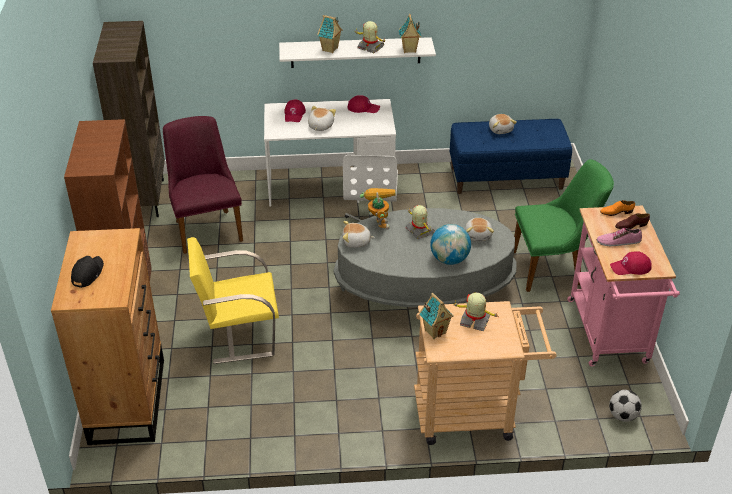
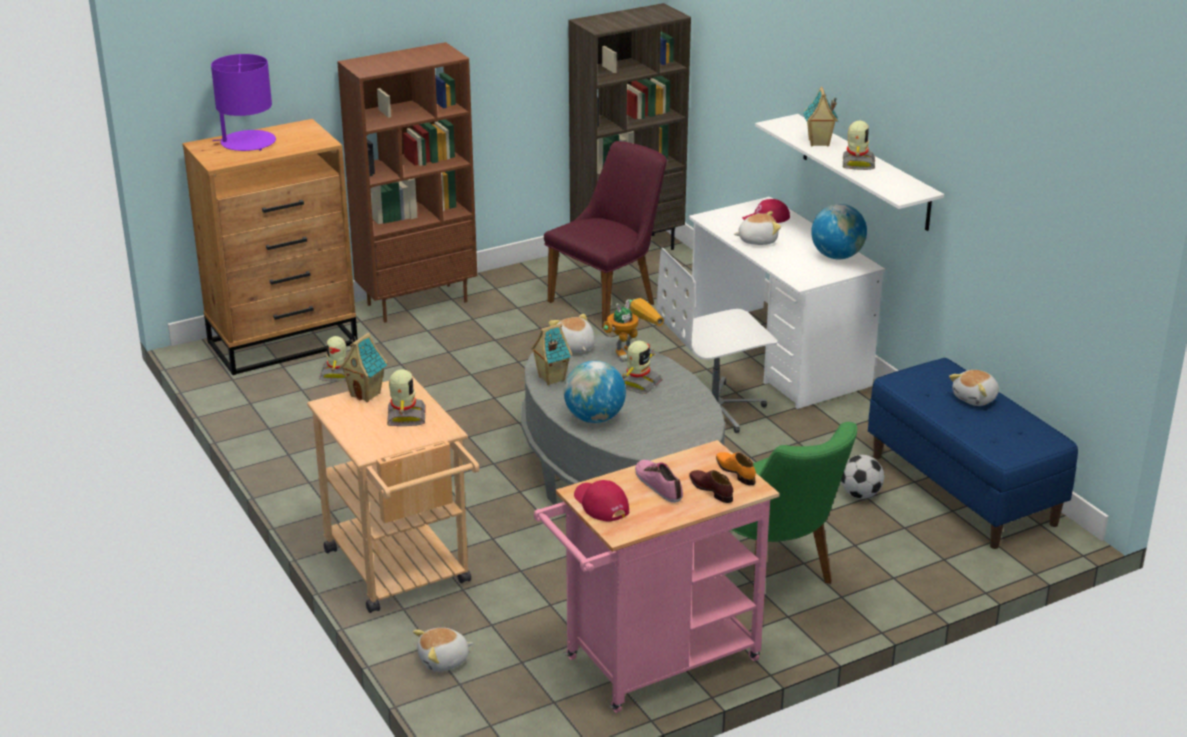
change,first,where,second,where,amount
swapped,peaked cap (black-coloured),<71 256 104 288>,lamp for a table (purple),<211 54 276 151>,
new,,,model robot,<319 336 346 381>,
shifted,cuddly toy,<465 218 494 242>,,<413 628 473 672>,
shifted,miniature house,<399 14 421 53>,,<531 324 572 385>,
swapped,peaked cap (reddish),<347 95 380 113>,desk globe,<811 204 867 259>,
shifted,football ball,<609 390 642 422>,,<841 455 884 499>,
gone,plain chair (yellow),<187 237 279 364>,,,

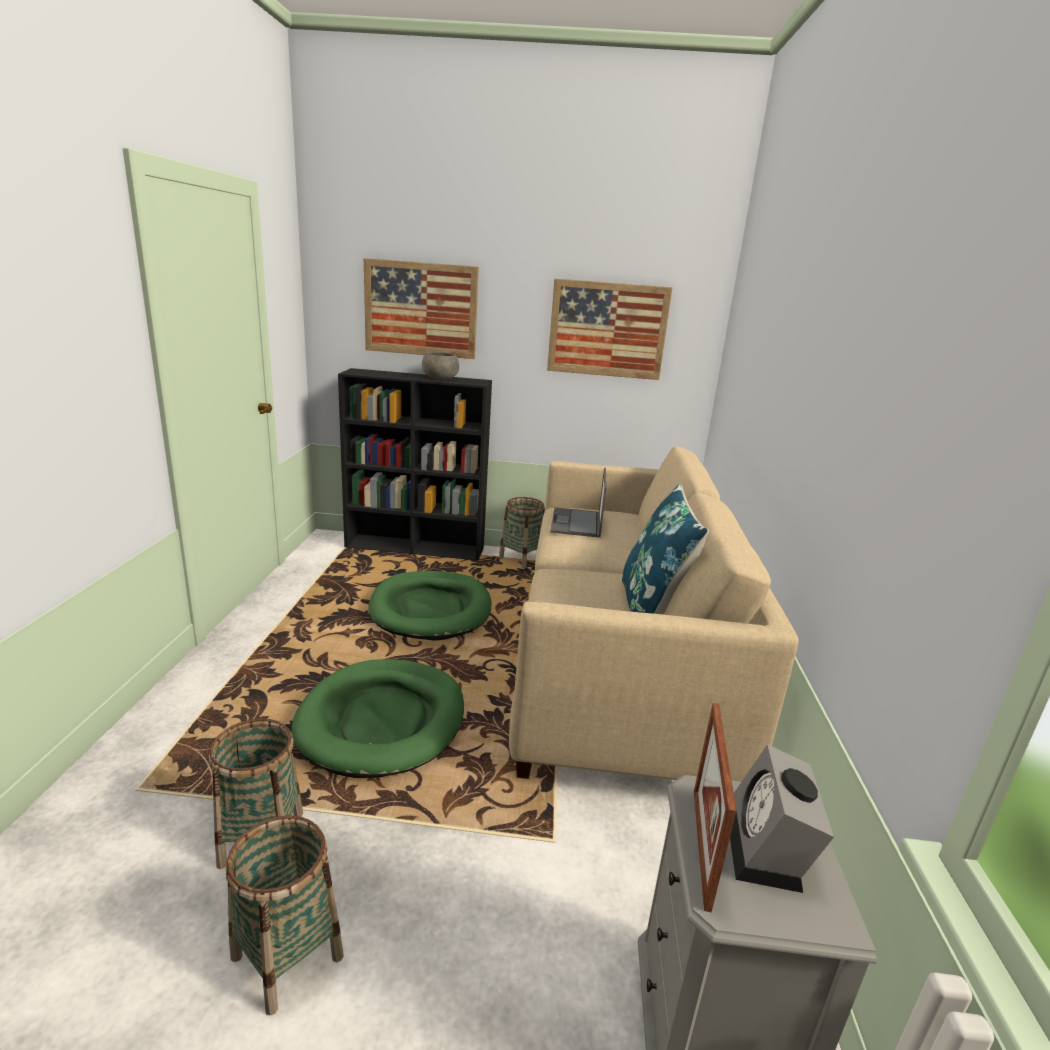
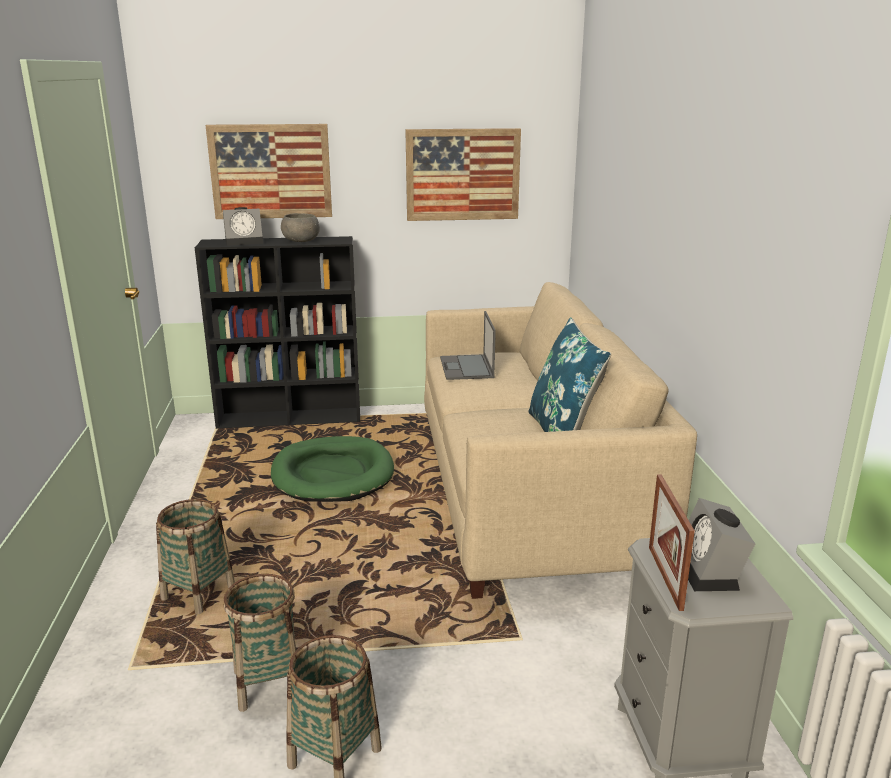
change,first,where,second,where,amount
shifted,storage basket,<499 497 545 568>,,<156 499 235 614>,
new,,,bedside clock,<223 207 263 246>,
gone,pet bed (green-coloured),<292 659 464 778>,,,

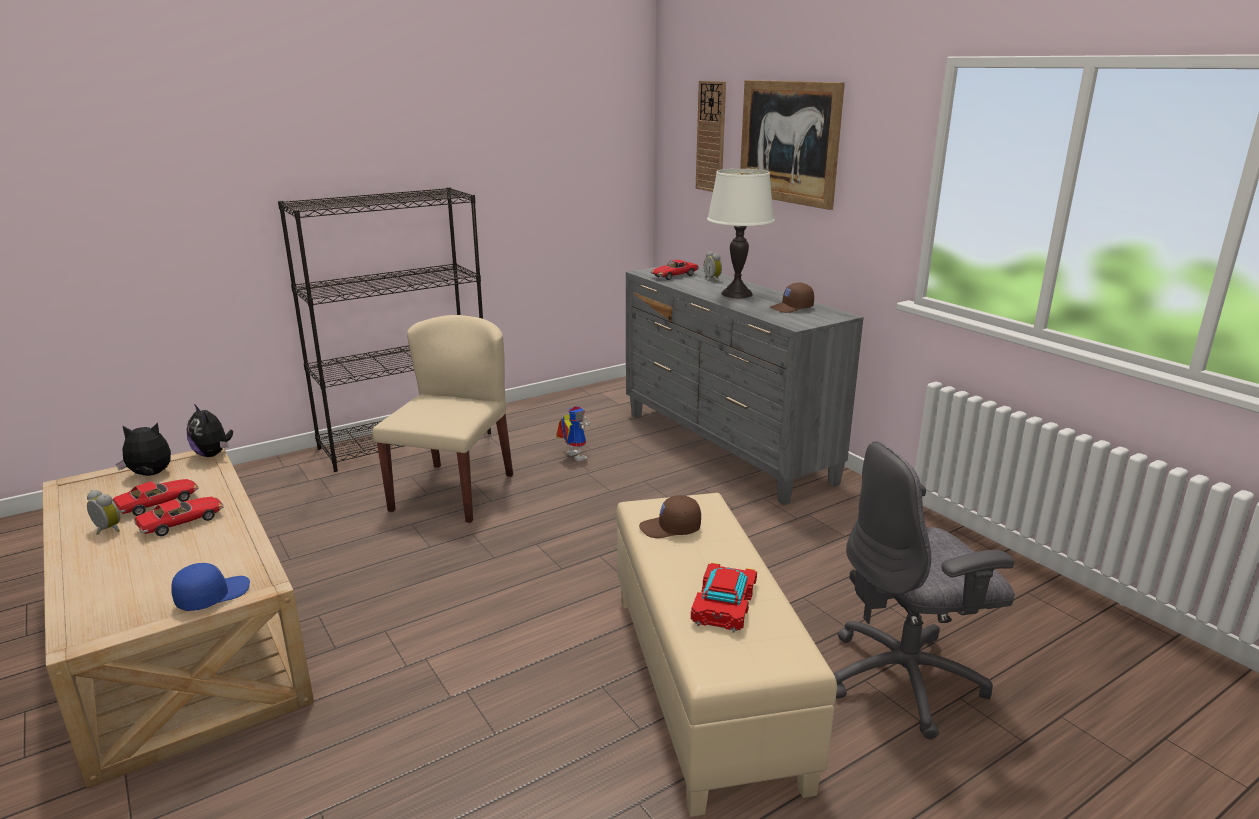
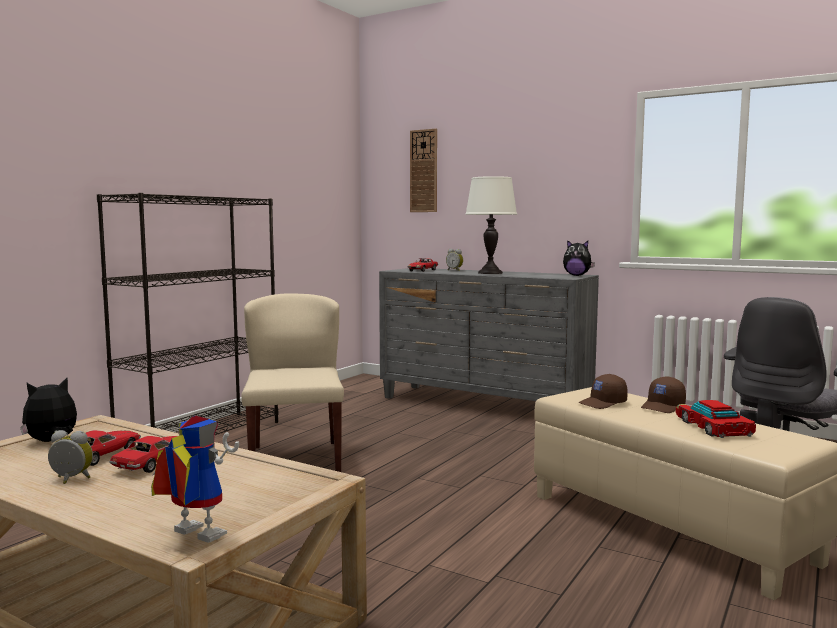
change,first,where,second,where,amount
shifted,model robot,<556 406 590 461>,,<151 416 239 543>,
shifted,cuddly toy,<187 404 233 457>,,<563 240 595 276>,
shifted,peaked cap (brown),<770 283 814 313>,,<641 376 686 413>,
gone,peaked cap (bluish),<171 563 250 611>,,,
gone,wall art,<740 80 845 210>,,,

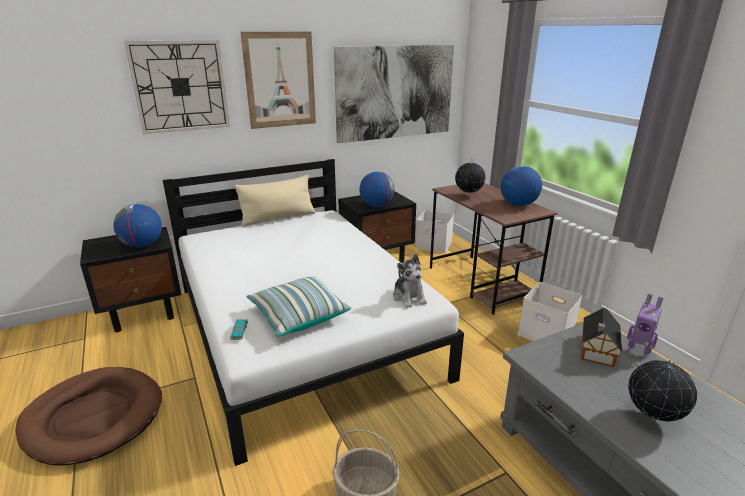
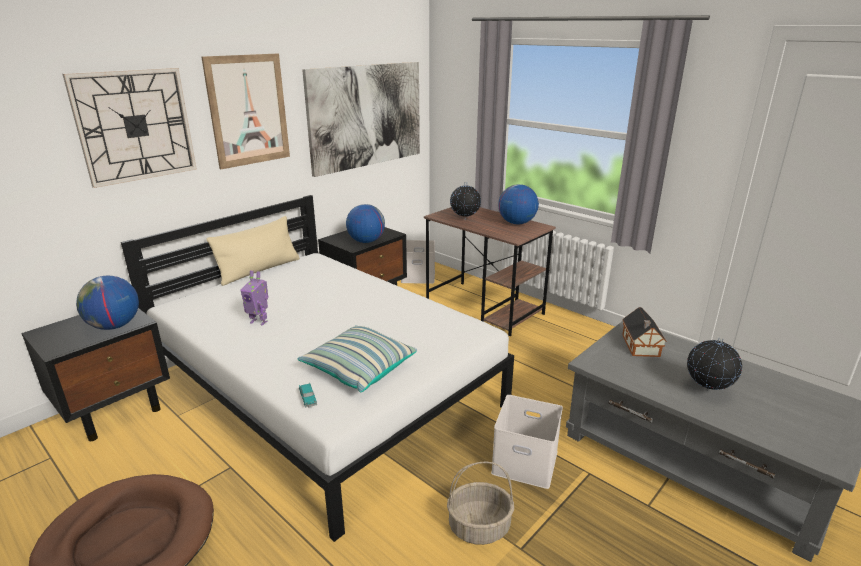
change,first,where,second,where,amount
shifted,model robot,<627 293 663 359>,,<240 270 268 326>,
shifted,storage bin (white),<518 282 582 341>,,<491 395 563 489>,
gone,cuddly toy,<393 254 427 308>,,,

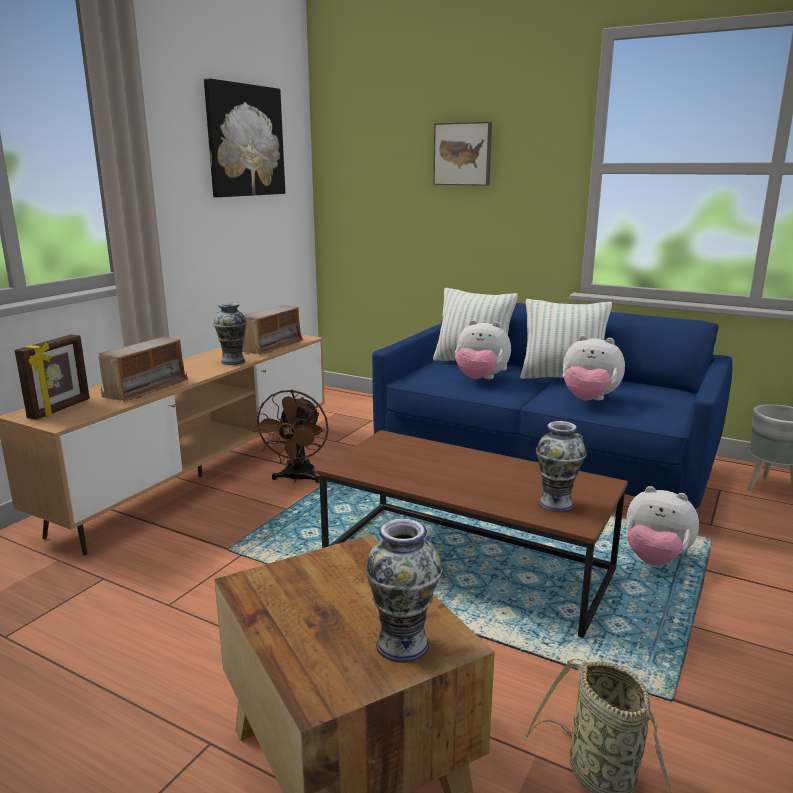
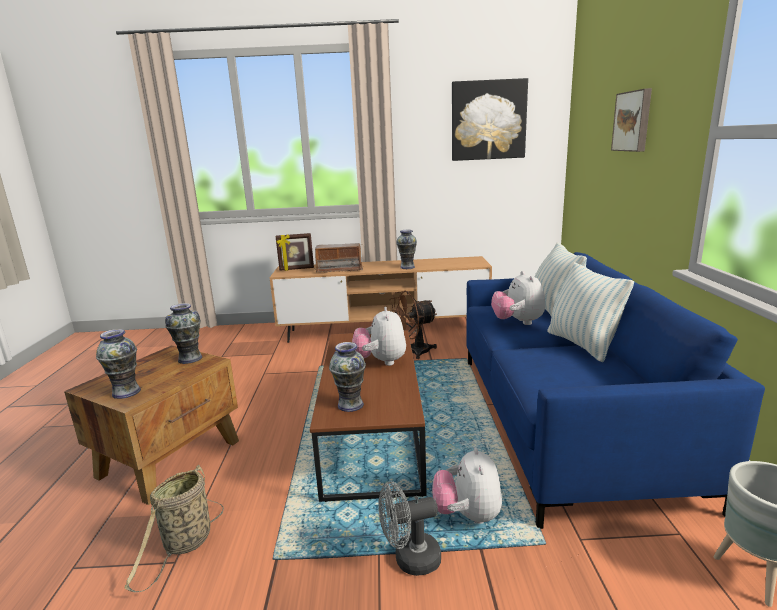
change,first,where,second,where,amount
new,,,decorative vase,<165 303 202 364>,
shifted,cuddly toy,<563 335 625 400>,,<352 307 406 366>,
new,,,fan (grey),<378 481 441 576>,
gone,radio,<242 305 303 355>,,,

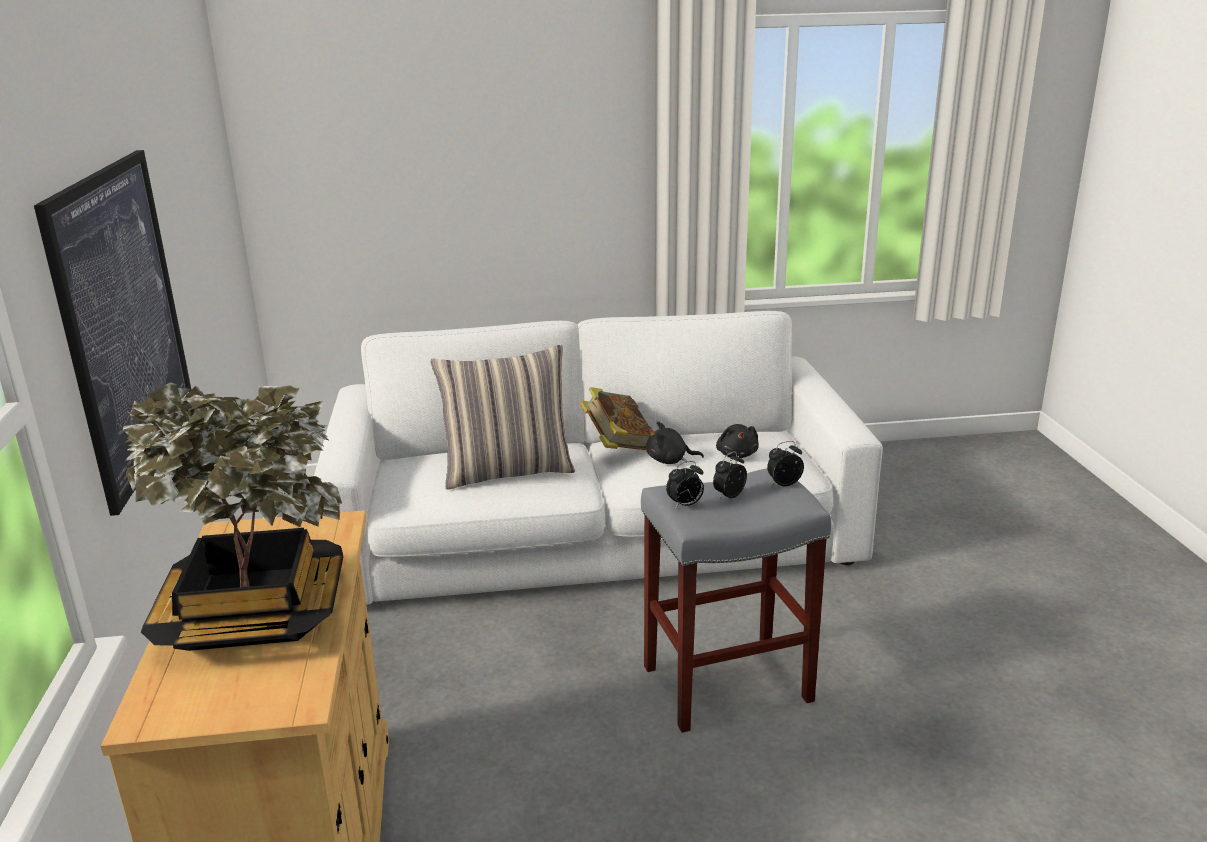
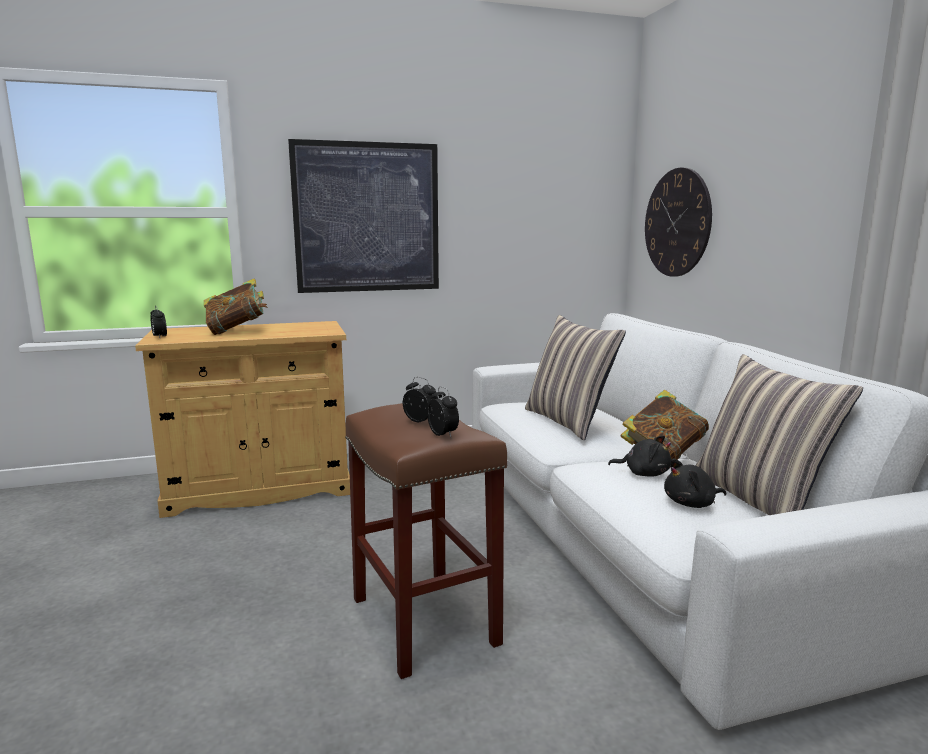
change,first,where,second,where,amount
shifted,bedside clock,<666 461 704 509>,,<150 306 167 338>,
swapped,houseplant,<116 382 343 651>,volume,<204 279 267 335>,
repainted,sitting stool (grey),<641 468 831 733>,sitting stool (brown),<345 403 507 679>,
rotated,cuddly toy (black-coloured),<646 421 704 464>,,<608 435 671 477>,120 degrees clockwise
new,,,wall clock,<645 168 712 277>,
new,,,cushion,<695 354 863 515>,

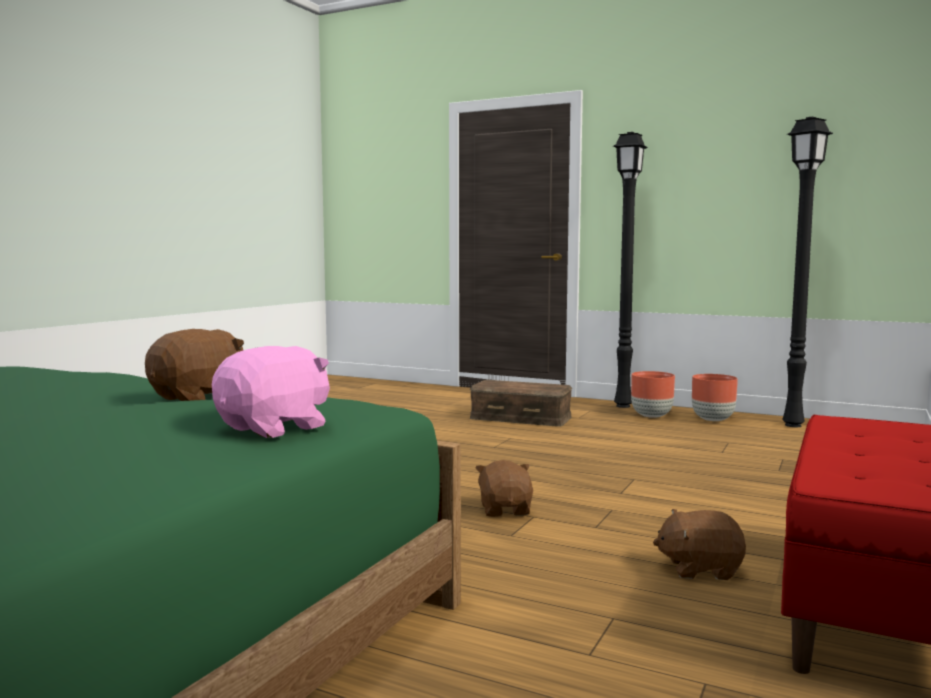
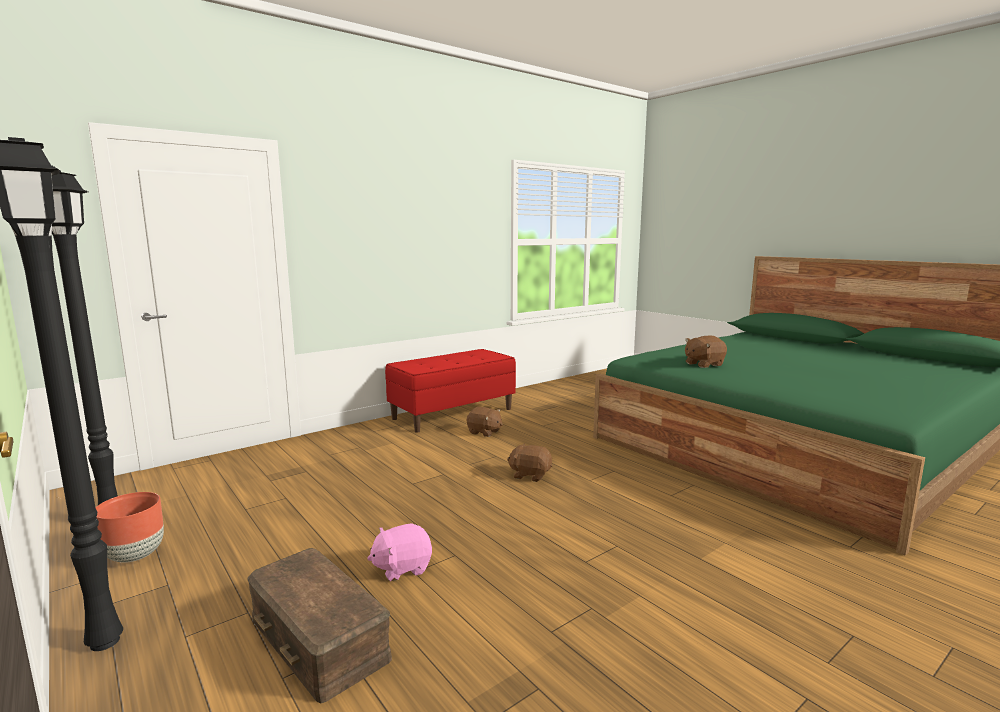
change,first,where,second,where,amount
shifted,cuddly toy (pinkish),<212 346 330 438>,,<367 523 432 581>,
rotated,cuddly toy (brown),<475 460 533 517>,,<507 443 552 482>,90 degrees clockwise
gone,flower pot (brown),<631 371 675 418>,,,

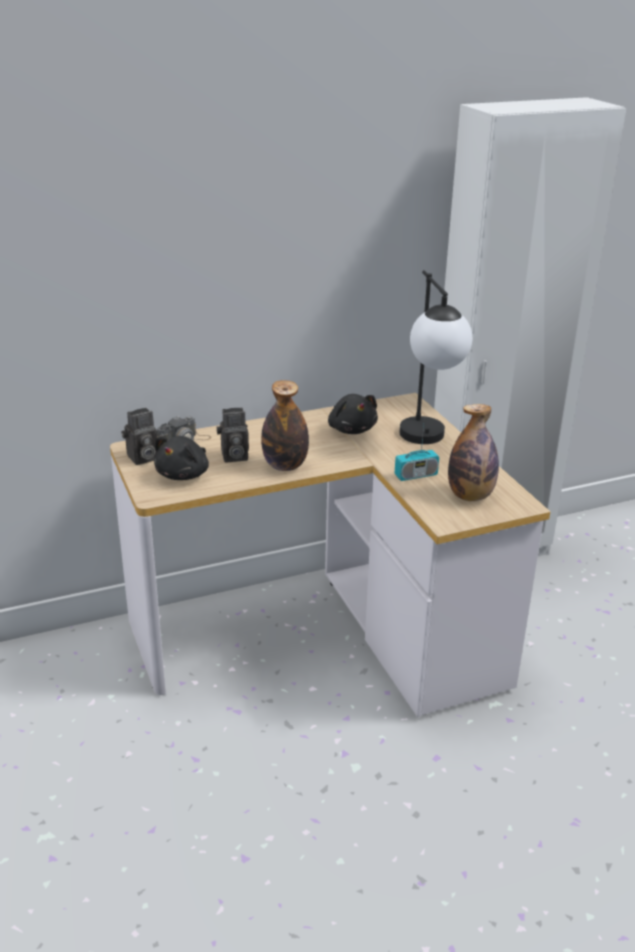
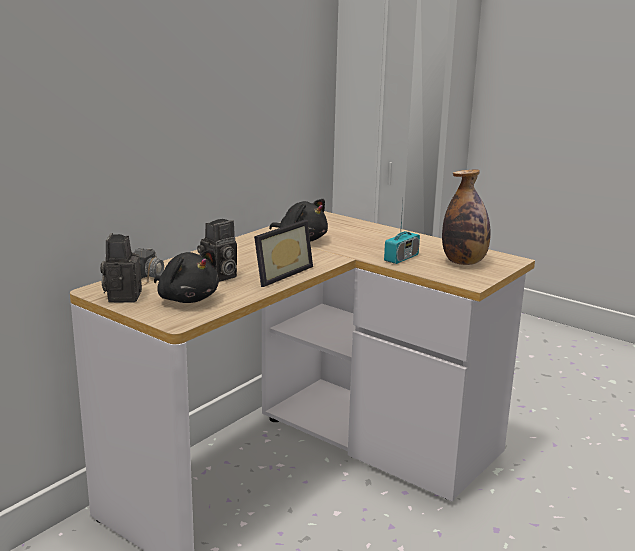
change,first,where,second,where,amount
rotated,still camera,<121 408 157 465>,,<100 233 142 303>,150 degrees clockwise
rotated,cuddly toy (black-coloured),<154 436 209 480>,,<154 250 219 303>,45 degrees counterclockwise
swapped,beverage bottle,<261 380 309 471>,standing frame,<254 220 313 287>,
gone,lamp for a table,<400 270 472 444>,,,

